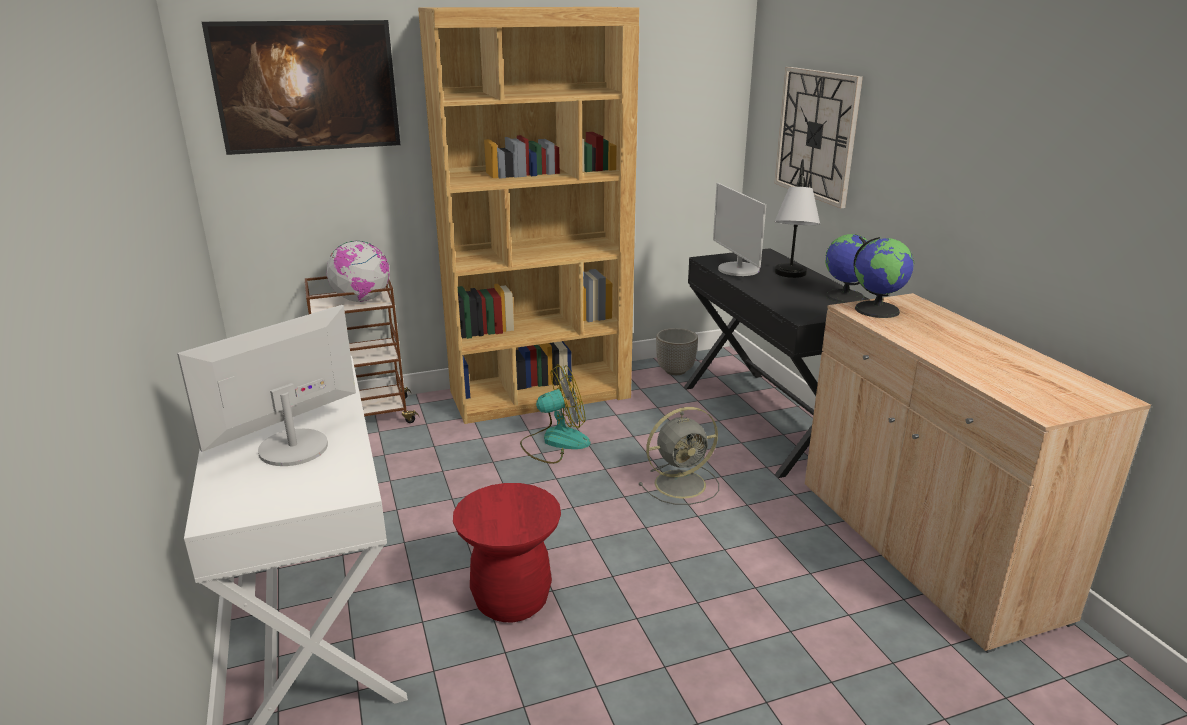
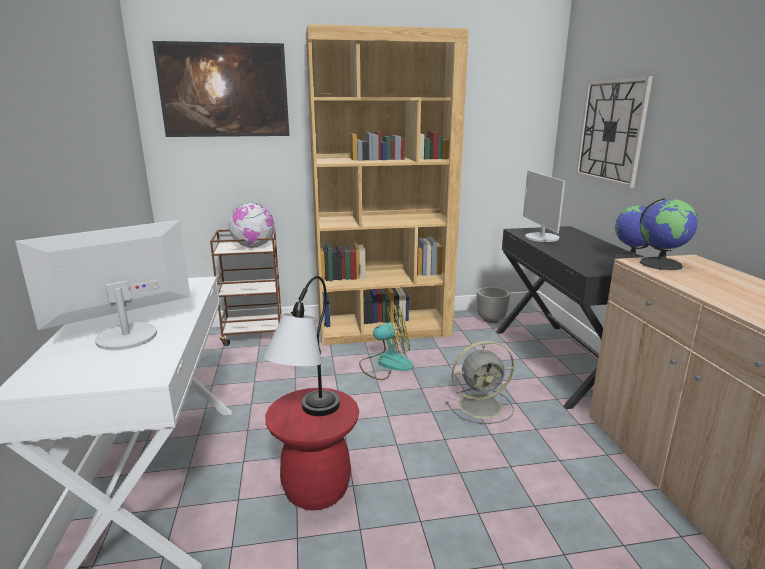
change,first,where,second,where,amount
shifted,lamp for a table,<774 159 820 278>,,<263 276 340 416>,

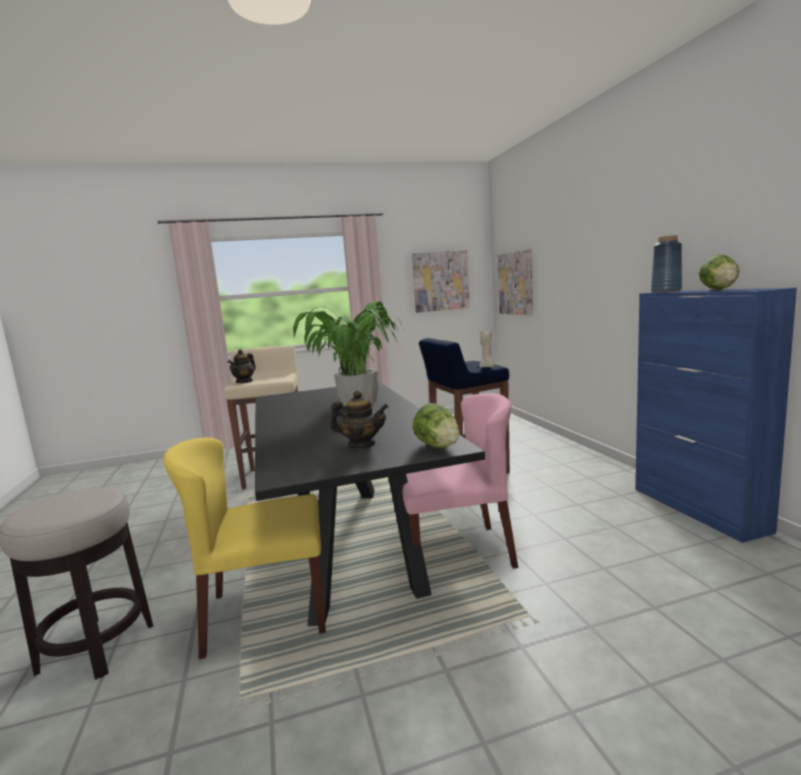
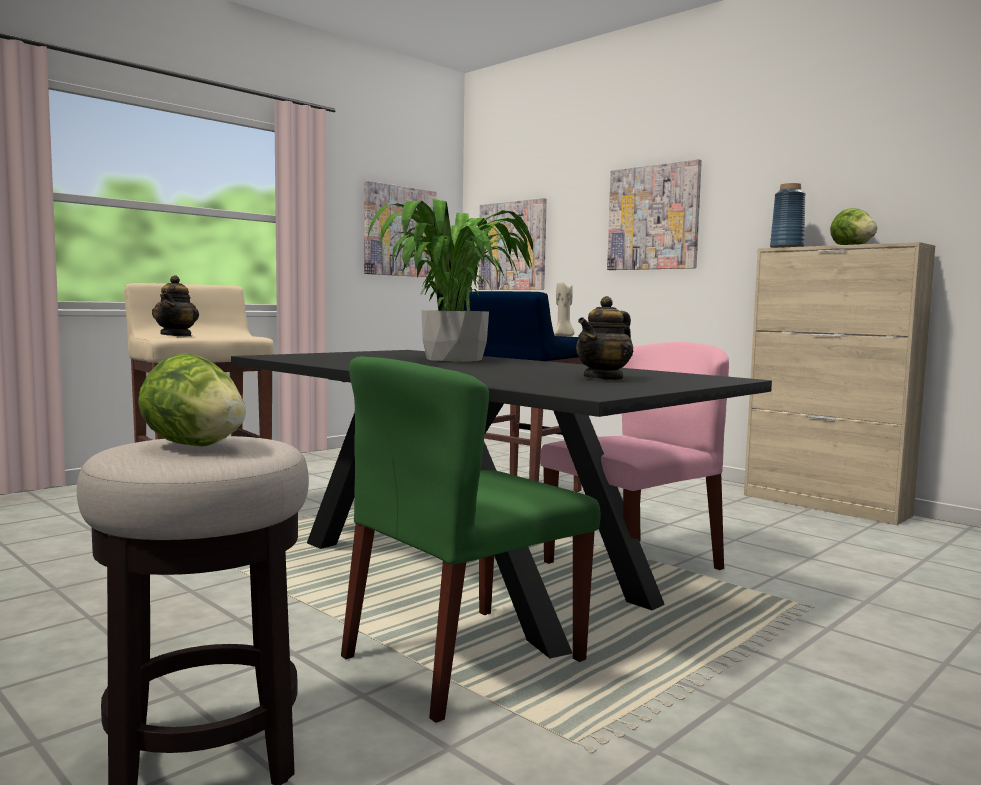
change,first,where,second,where,amount
shifted,lettuce,<413 403 460 448>,,<138 353 246 446>,
repainted,plain chair (yellow),<164 437 326 659>,plain chair (green-coloured),<341 356 600 723>,
rotated,pot for tea,<330 390 389 448>,,<576 296 633 381>,150 degrees clockwise
new,,,wall art,<607 159 702 270>,
repainted,storage cabinet (bluish),<635 288 797 543>,storage cabinet (beige-coloured),<744 242 935 525>,

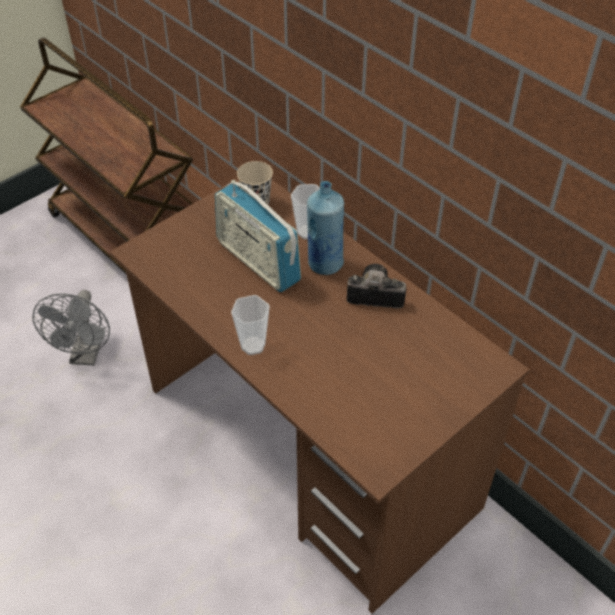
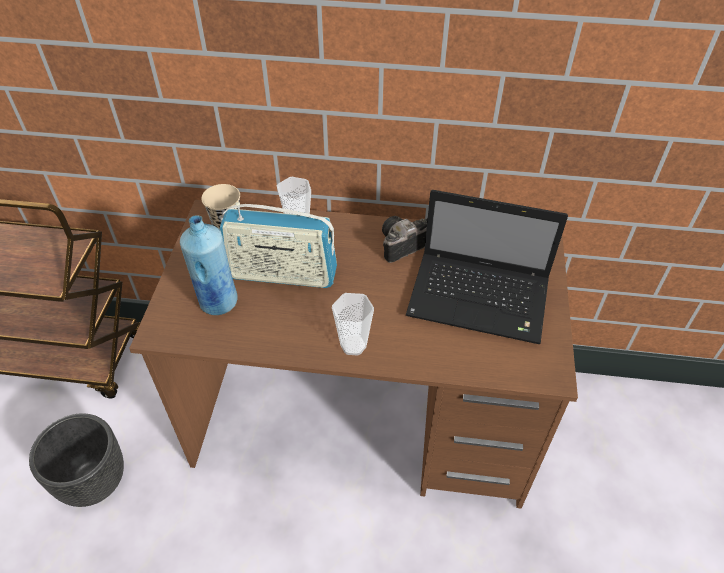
change,first,where,second,where,amount
swapped,fan (grey),<33 290 110 366>,flower pot (black-coloured),<29 413 124 507>,
shifted,beverage bottle (bluish),<307 181 344 275>,,<180 215 238 315>,
new,,,laptop,<406 190 568 344>,

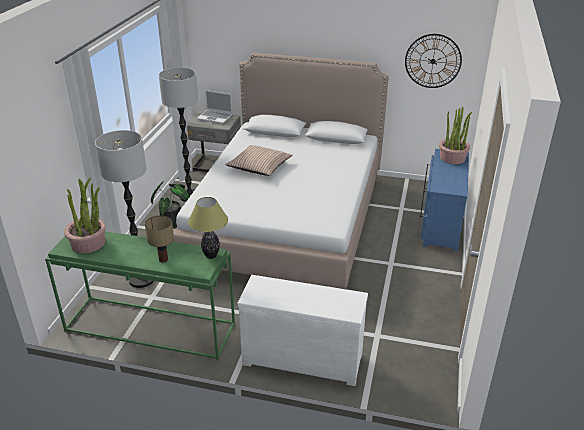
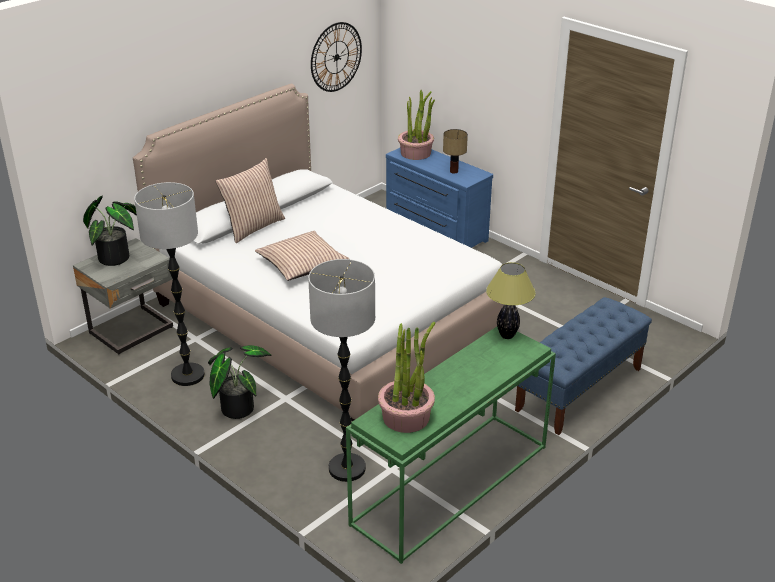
change,first,where,second,where,amount
swapped,laptop,<197 90 232 124>,houseplant,<83 196 137 266>,
new,,,cushion,<215 158 285 243>,
shifted,lamp for a table,<145 215 174 263>,,<443 129 468 174>,
swapped,chest of drawers (white),<238 275 368 386>,long seat (bluish),<515 297 652 435>,

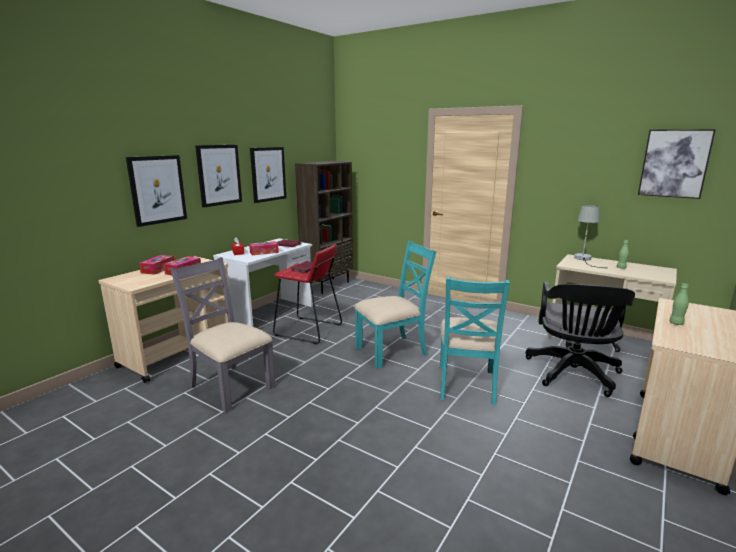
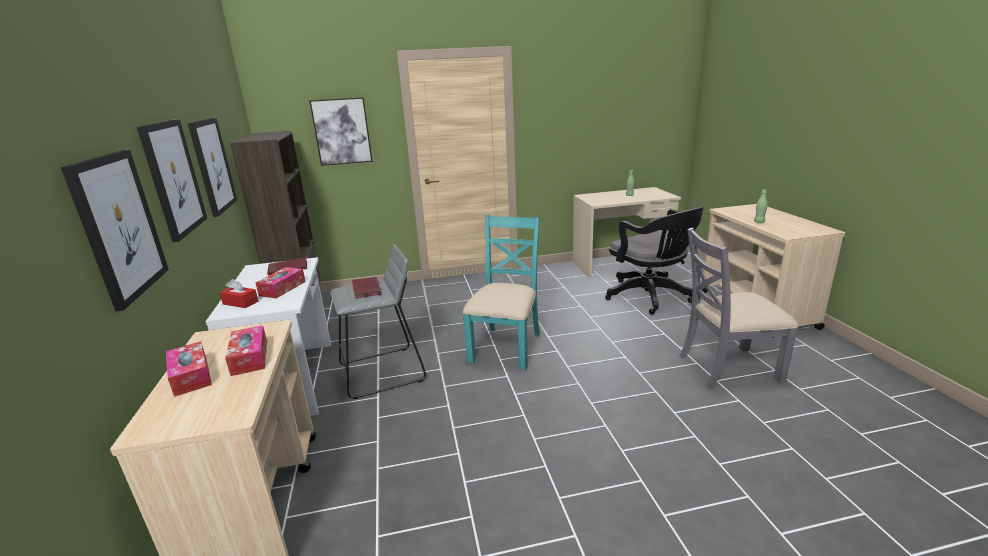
change,first,where,second,where,amount
shifted,wall art,<638 129 716 199>,,<309 97 373 166>,
repainted,sitting stool (reddish),<273 244 342 344>,sitting stool (grey),<330 244 426 399>,
shifted,plain chair (grey),<171 257 275 413>,,<679 228 798 389>,
gone,plain chair (turquoise-coloured),<440 277 510 405>,,,
gone,lamp for a table (grey),<574 205 604 268>,,,

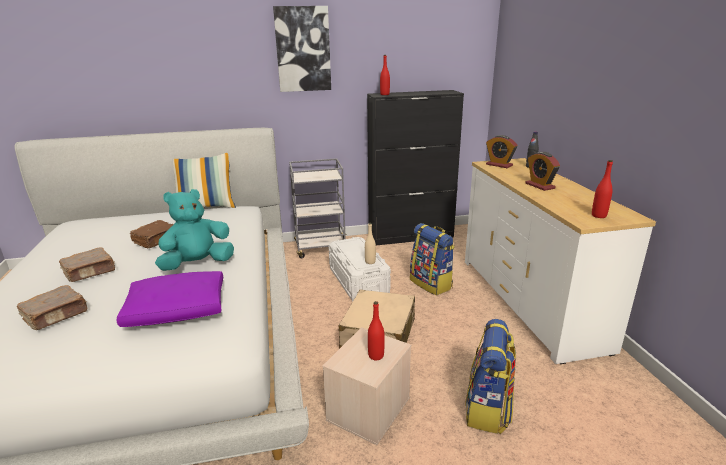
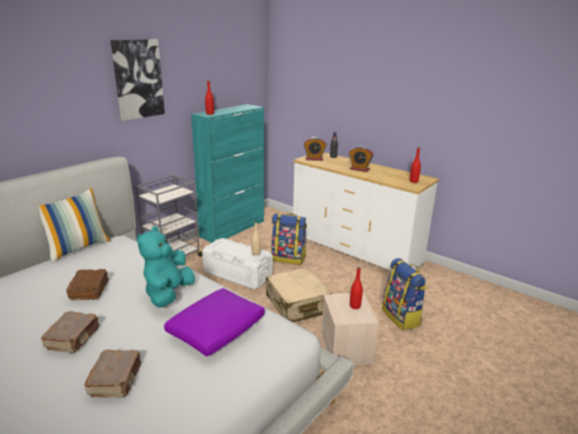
change,first,where,second,where,amount
repainted,storage cabinet (black-coloured),<367 90 464 246>,storage cabinet (turquoise-coloured),<191 104 264 243>,

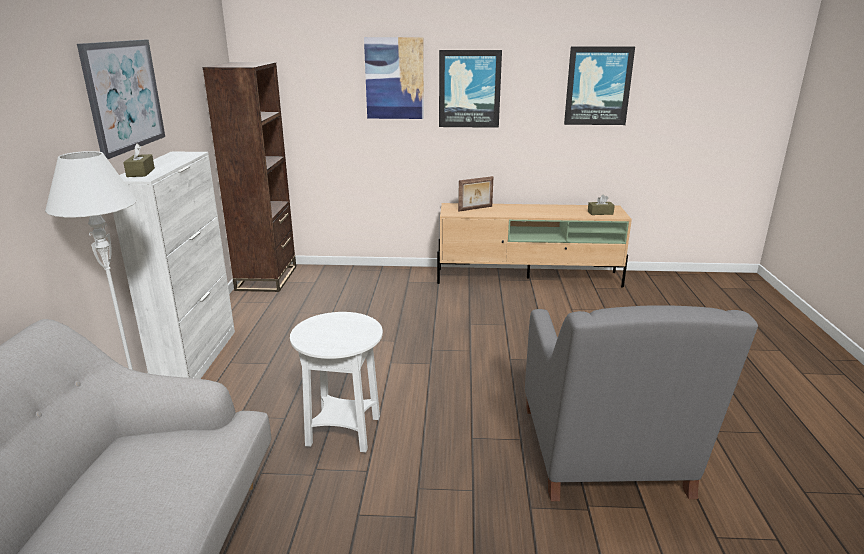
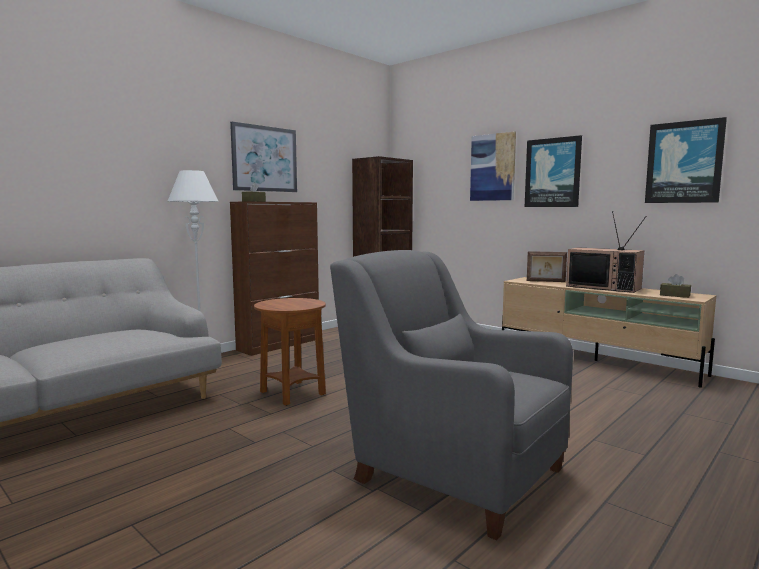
change,first,where,second,where,amount
repainted,storage cabinet (white),<113 151 235 379>,storage cabinet (brown),<230 201 319 356>,
repainted,accent table (white),<290 312 383 452>,accent table (brown),<254 298 326 406>,
rotated,easy chair (grey),<525 305 758 501>,,<330 250 573 540>,90 degrees clockwise
new,,,TV set,<566 211 647 293>,

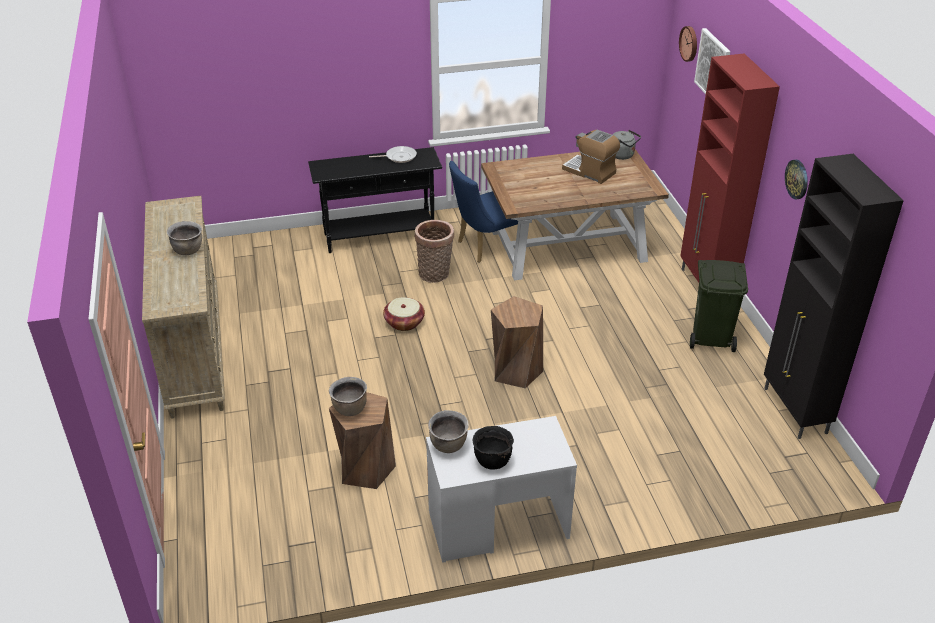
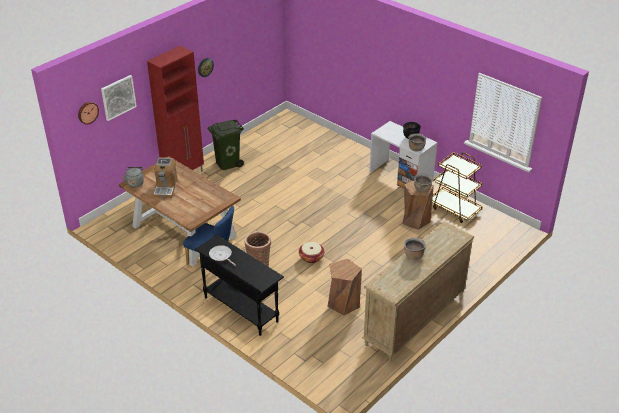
change,first,where,second,where,amount
shifted,sitting stool (brown),<491 296 543 388>,,<328 259 362 316>,
new,,,wheeled cart (brown),<432 152 483 223>,
gone,storage cabinet (black-coloured),<764 154 904 439>,,,

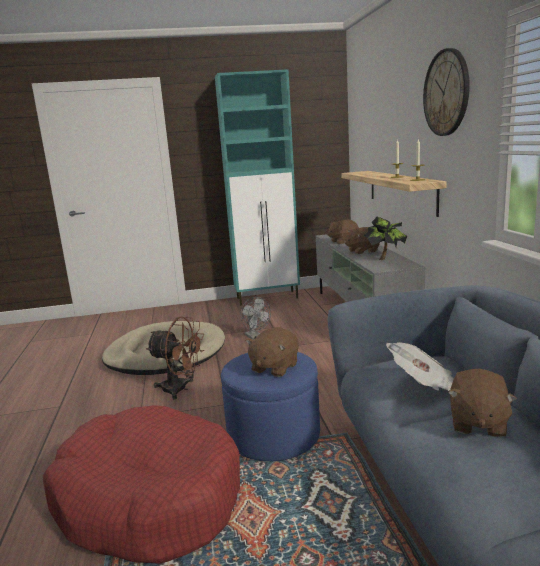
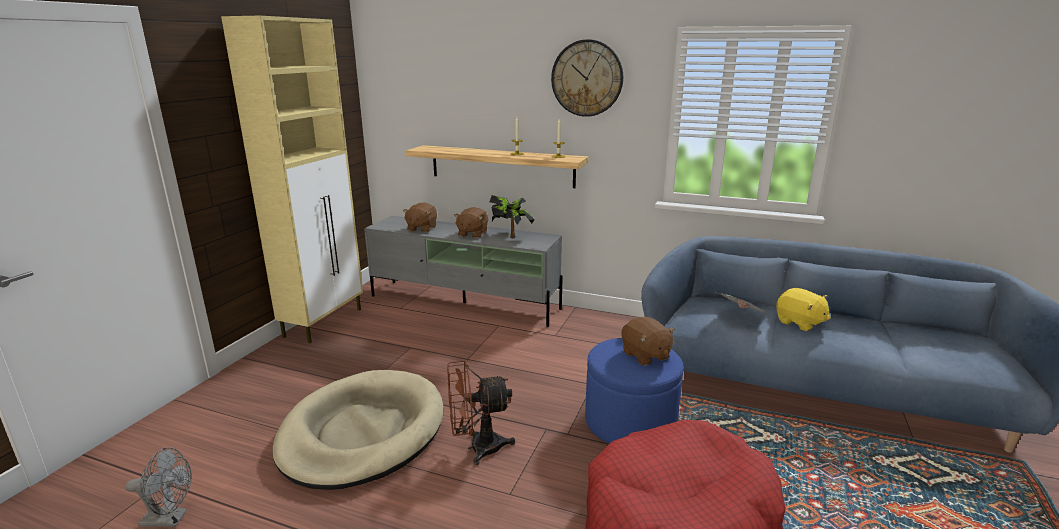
change,first,where,second,where,amount
shifted,fan (grey),<240 297 271 340>,,<125 447 192 527>,
repainted,storage cabinet (turquoise-coloured),<215 69 300 306>,storage cabinet (beige-coloured),<221 16 363 343>,
rotated,fan (brown),<146 317 204 399>,,<447 360 515 465>,150 degrees counterclockwise
repainted,cuddly toy (brown),<448 369 517 437>,cuddly toy (yellow),<776 288 831 331>,

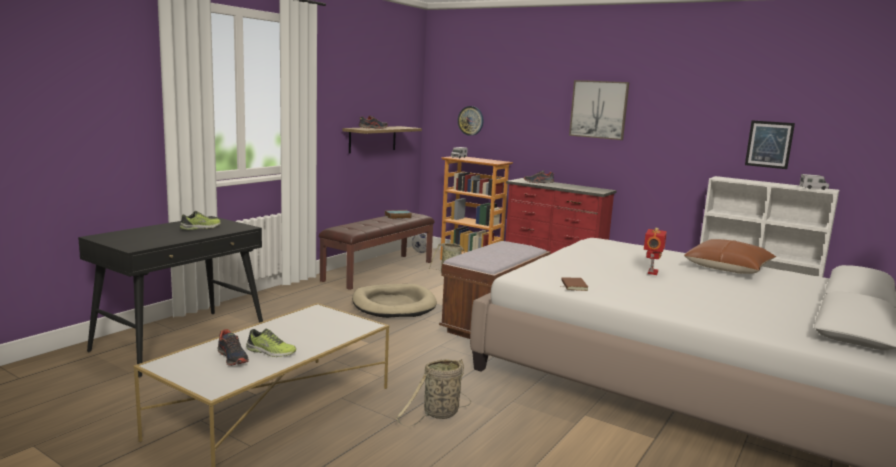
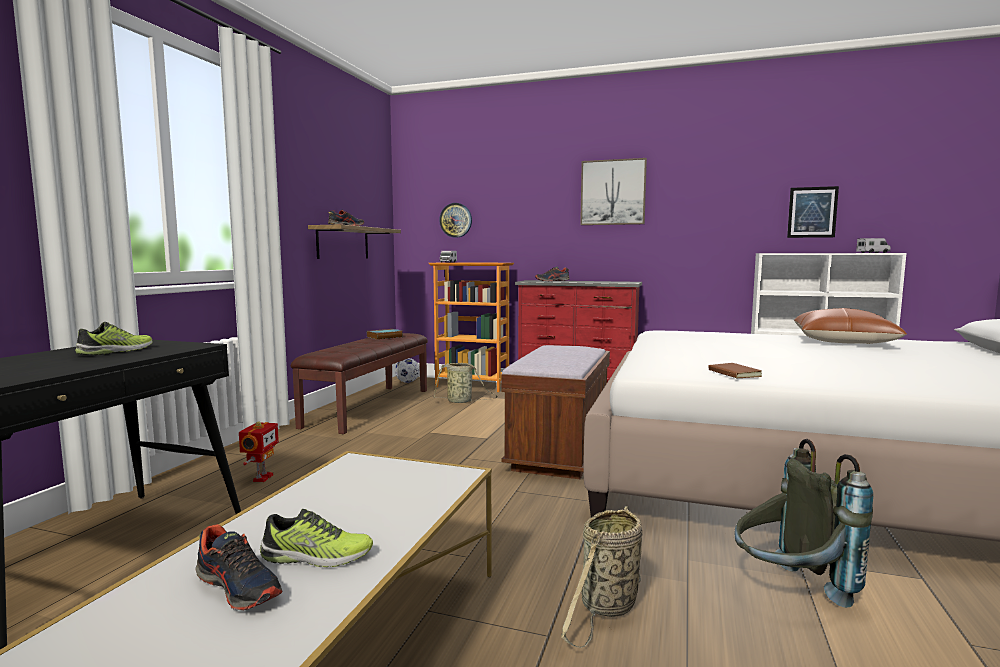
change,first,where,second,where,amount
shifted,model robot,<644 228 667 275>,,<239 421 279 482>,
new,,,backpack (grey),<735 439 873 608>,
gone,pet bed (beige-coloured),<352 284 437 318>,,,

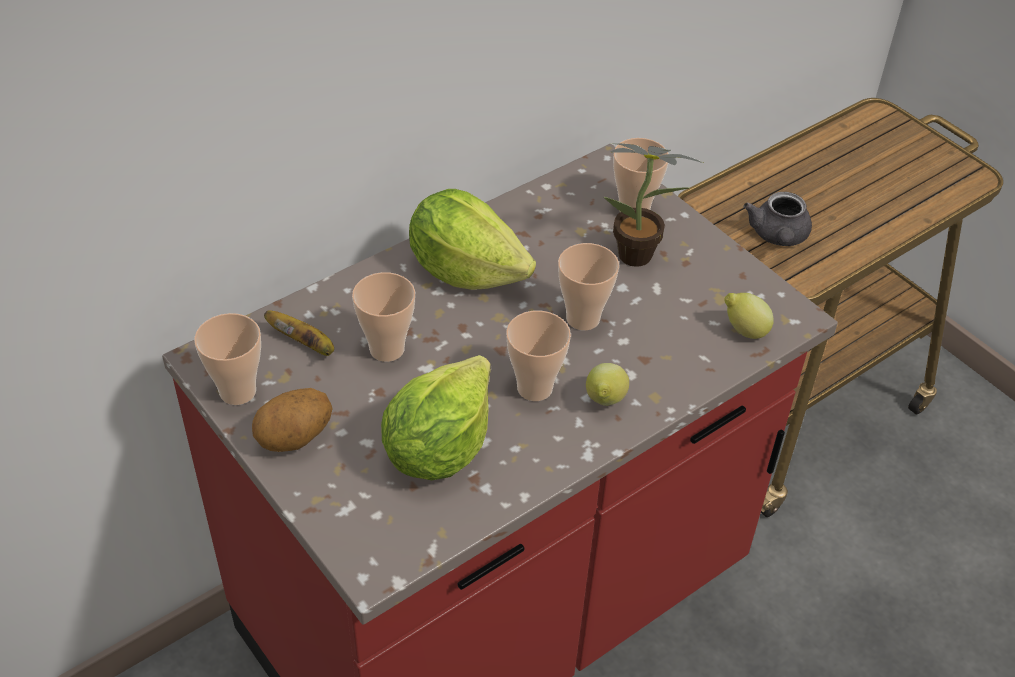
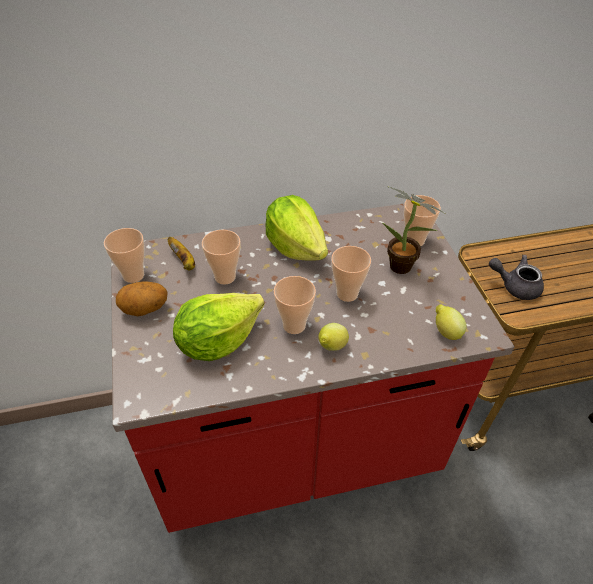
change,first,where,second,where,amount
rotated,pot for tea (grey),<743 192 812 246>,,<489 255 544 300>,75 degrees clockwise

